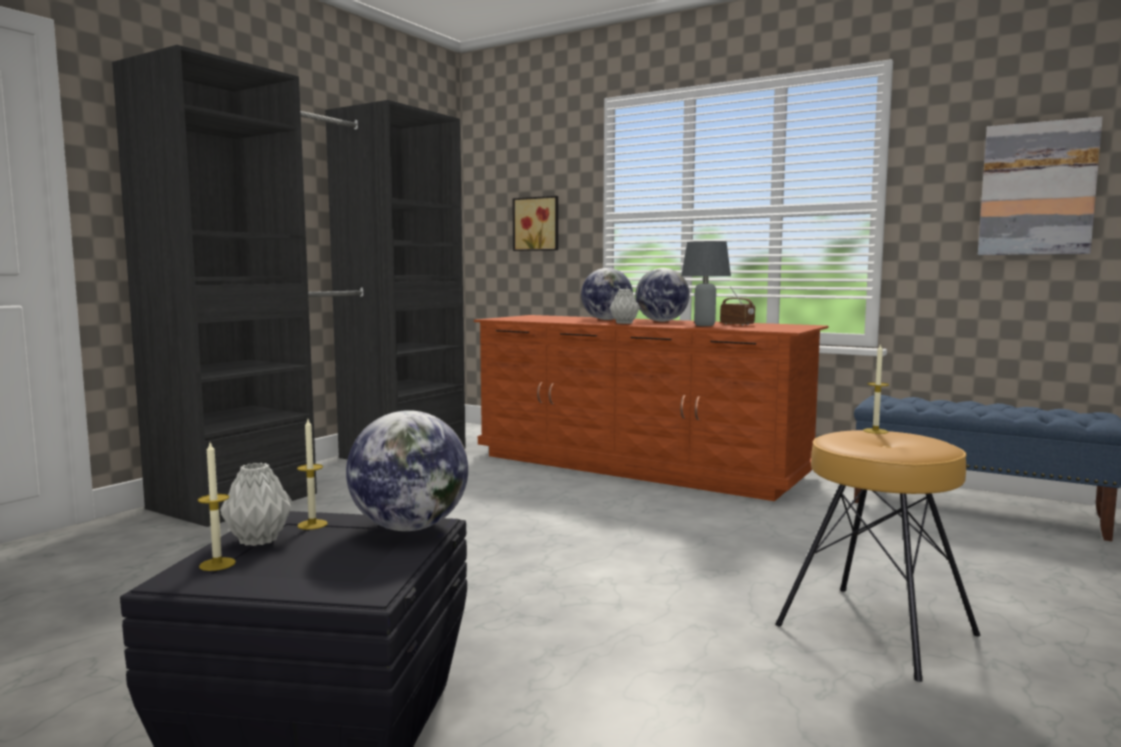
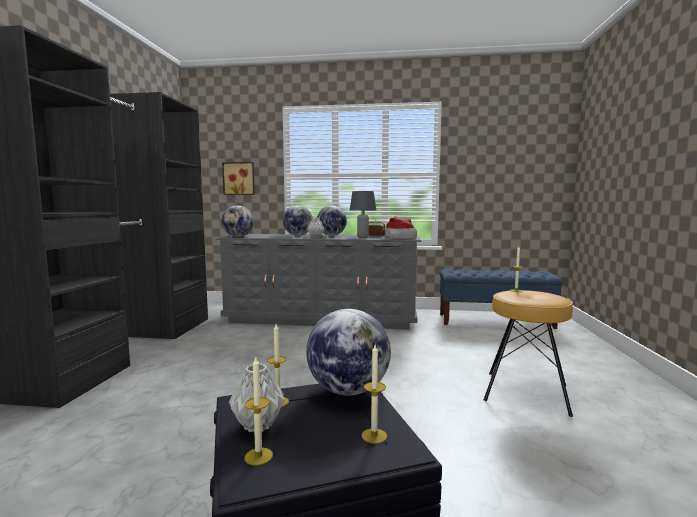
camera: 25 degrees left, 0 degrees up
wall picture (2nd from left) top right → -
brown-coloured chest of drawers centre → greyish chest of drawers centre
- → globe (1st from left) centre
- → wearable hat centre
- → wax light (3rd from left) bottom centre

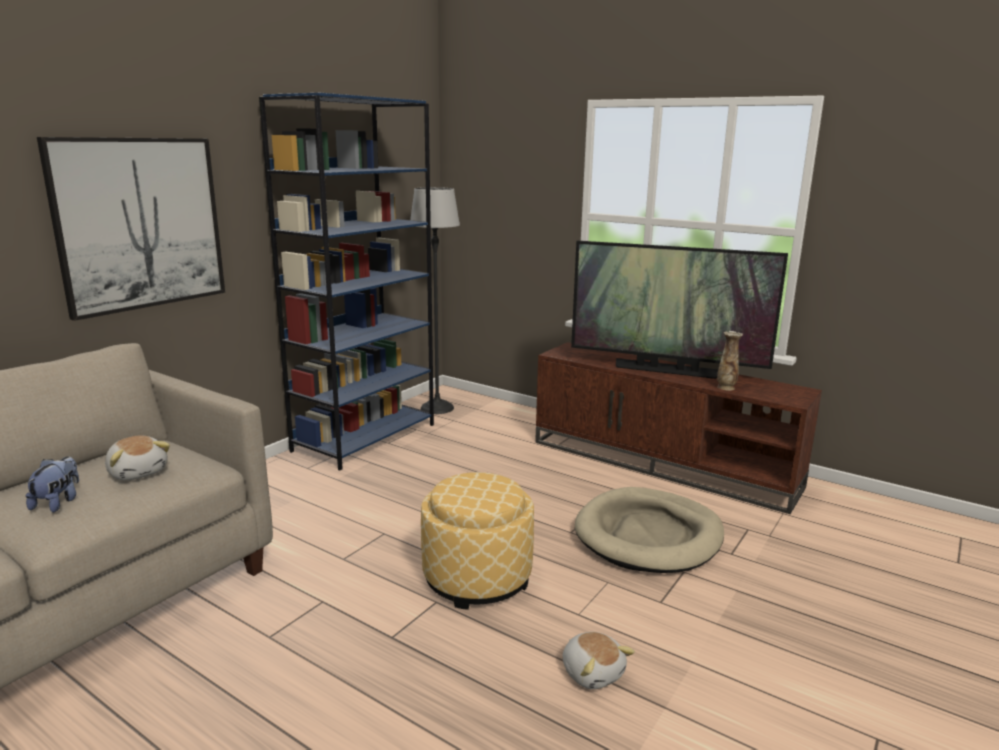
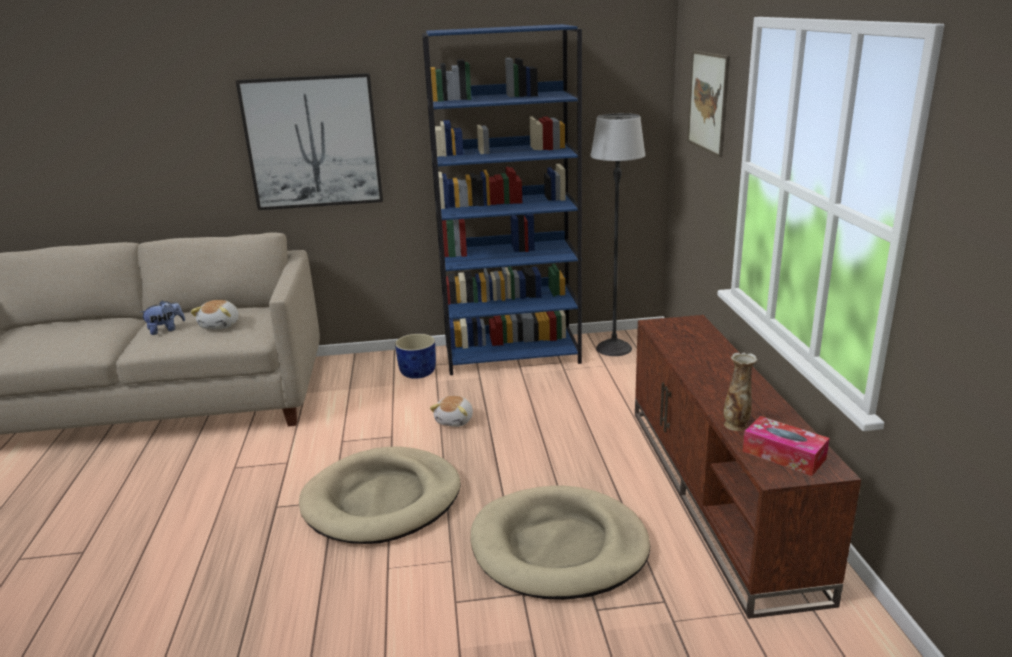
camera: 50 degrees right, 5 degrees up
television middle right → -
ottoman bottom centre → sand-coloured dog bed (1st from left) bottom centre
plush toy (3rd from left) bottom centre → plush toy (3rd from left) centre, move
- → wall picture (2nd from left) top right
- → bluish plant pot centre
- → tissue box bottom right

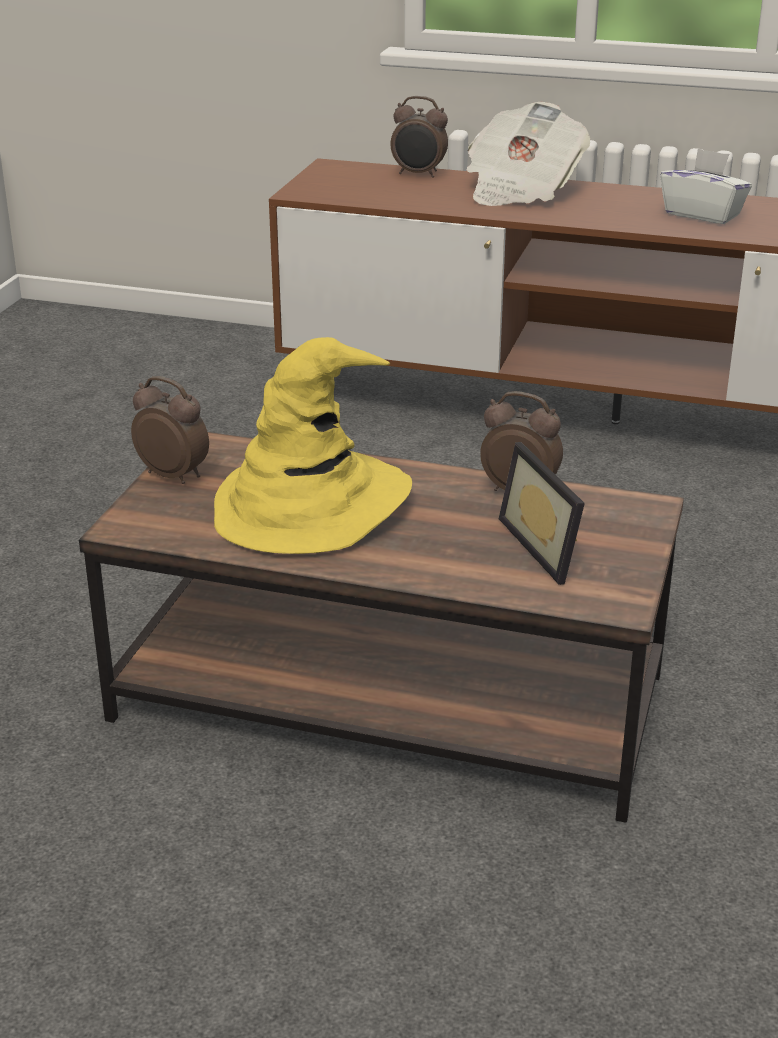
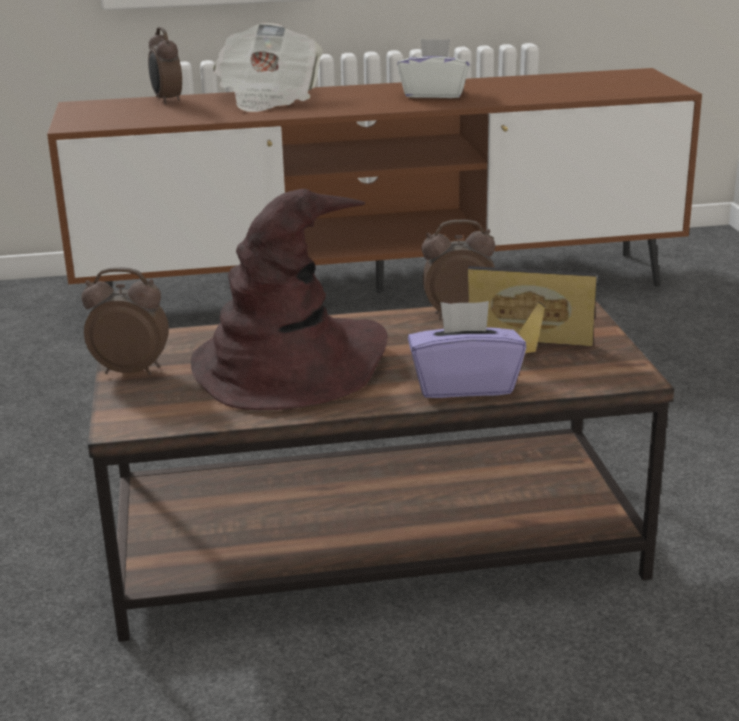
camera: 25 degrees left, 5 degrees down
table clock (2nd from left) top centre → table clock (2nd from left) top left, 75 degrees clockwise
yellow wearable hat centre → brown-coloured wearable hat centre
picture frame middle right, 150 degrees clockwise
- → purple-coloured tissue box centre

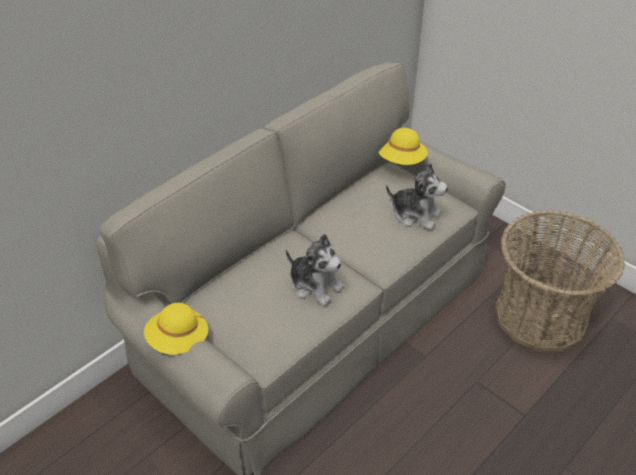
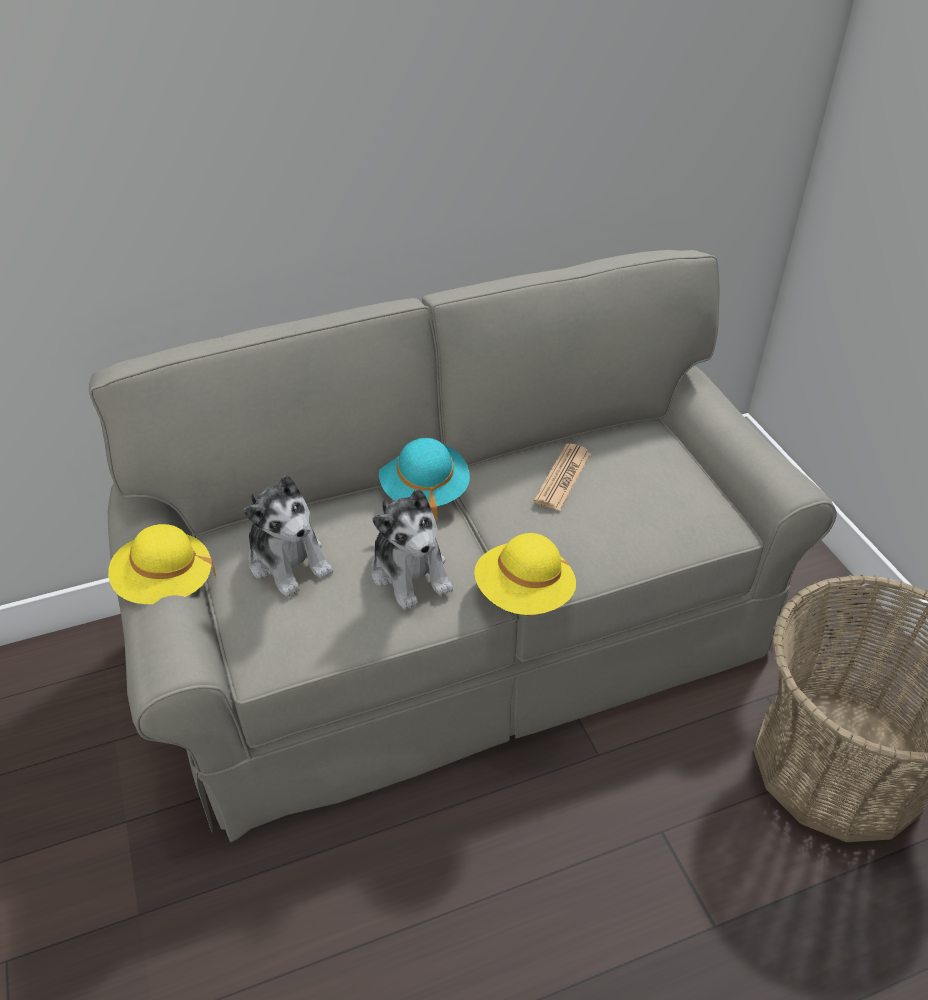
camera: 25 degrees right, 0 degrees up
yellow wearable hat (2nd from left) top centre → yellow wearable hat (2nd from left) centre, move
plush toy (2nd from left in the first image) centre → plush toy (1st from left) middle left, move
- → blue-green wearable hat centre
- → daily paper centre

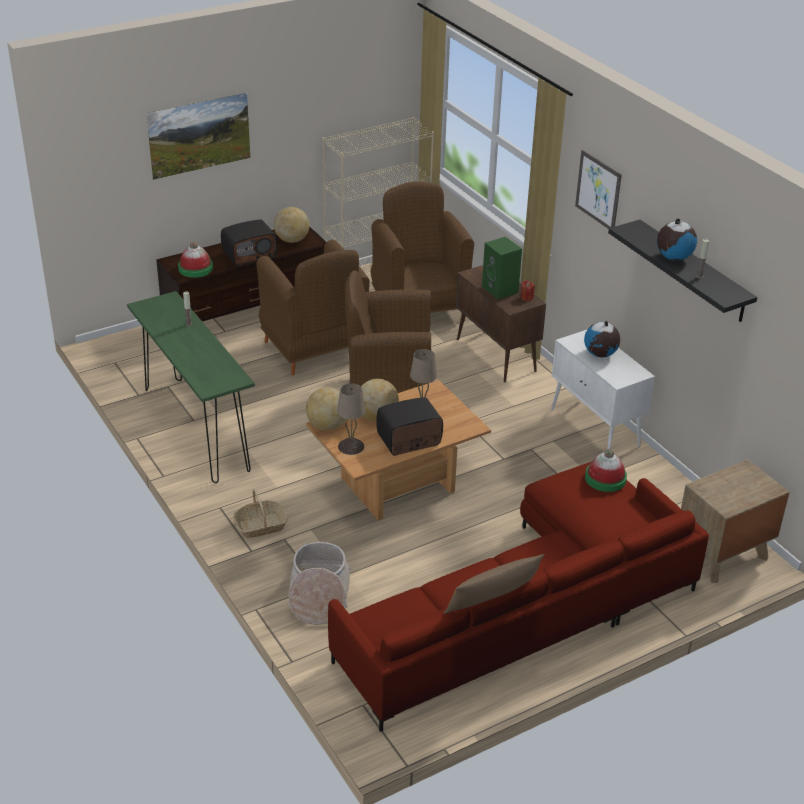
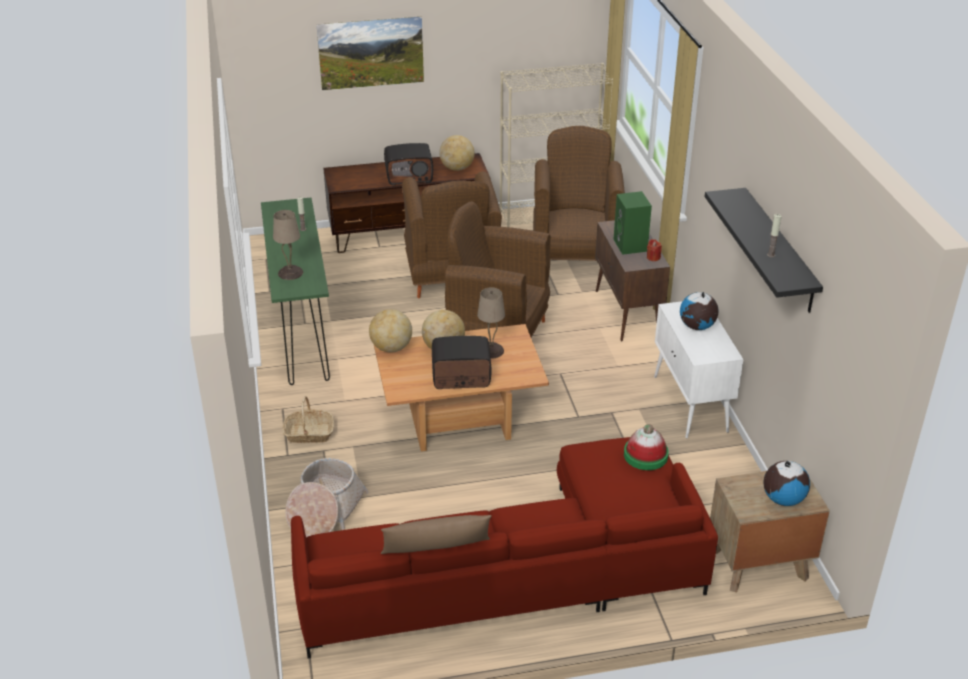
camera: 20 degrees right, 0 degrees up
wall picture (2nd from left) top right → -
globe (5th from left) top right → globe (5th from left) bottom right, move
wearable hat (1st from left) top left → -
sand-coloured tabletop lamp (1st from left) centre → sand-coloured tabletop lamp (1st from left) middle left, move

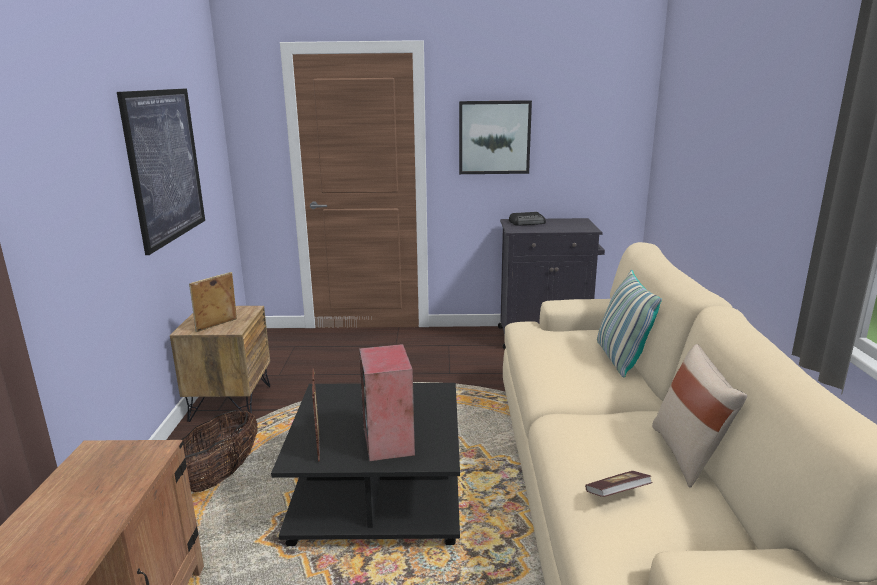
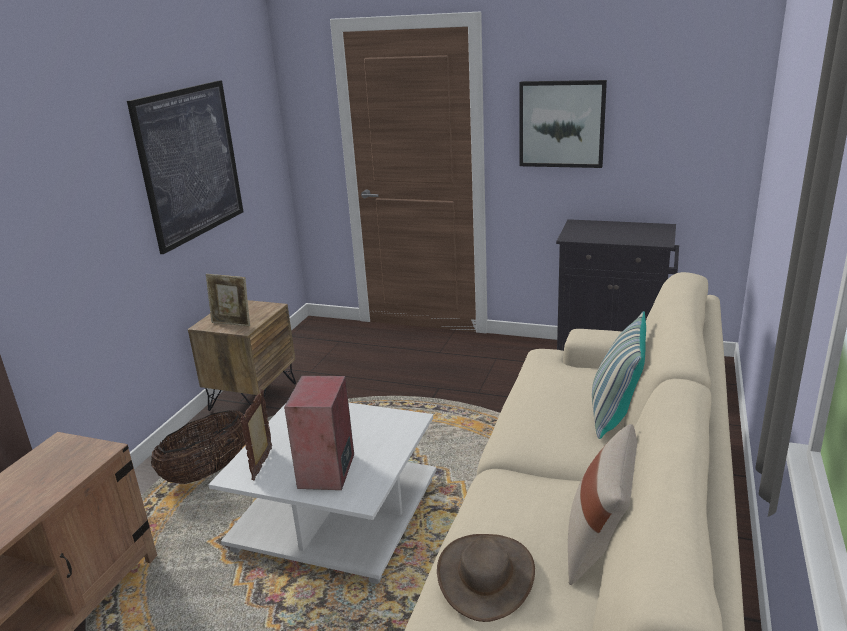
camera: 20 degrees right, 5 degrees up
radio set centre → -
picture frame (1st from left) middle left, 135 degrees counterclockwise
black coffee table bottom centre → whitish coffee table bottom centre
volume bottom right → brown-coloured wearable hat bottom centre

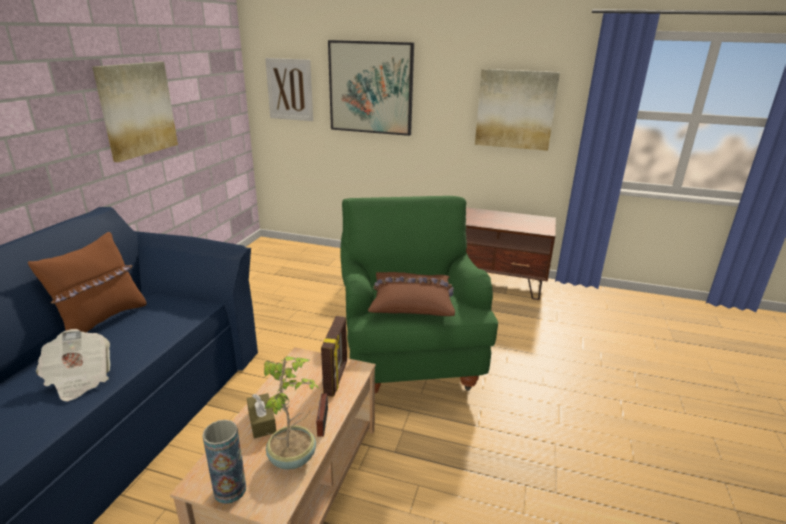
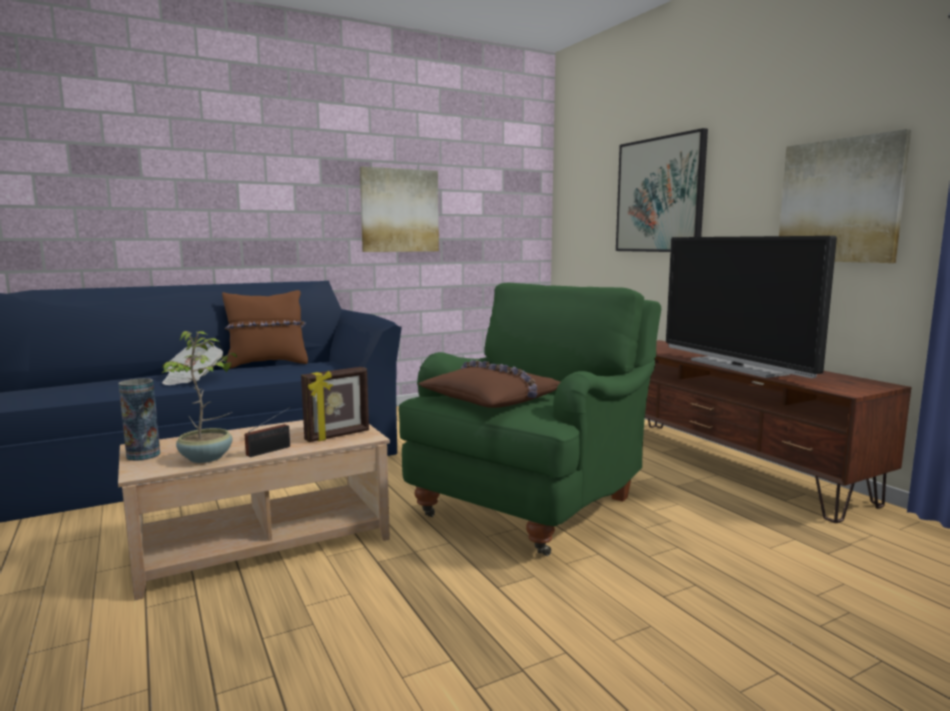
camera: 45 degrees right, 15 degrees down
wall picture (2nd from left) top centre → -
brown-coloured tissue box bottom left → -
- → television middle right

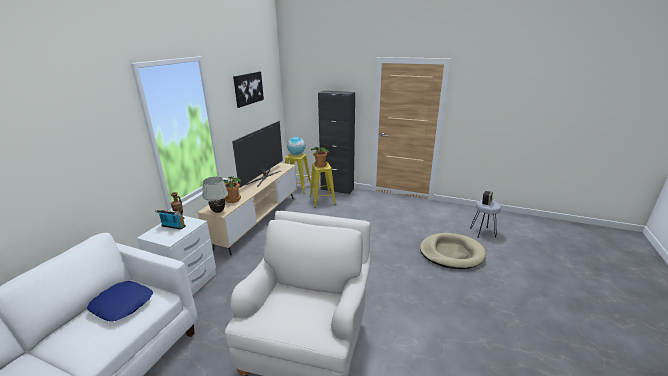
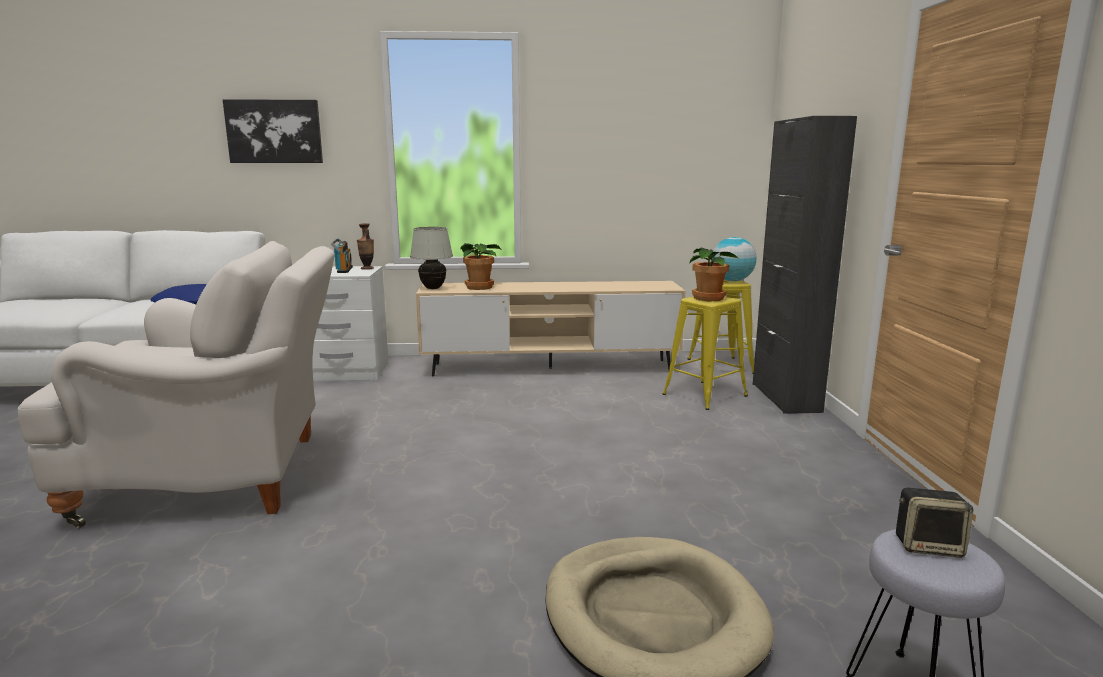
camera: 65 degrees right, 10 degrees down
wall picture top centre → wall picture top left, move
television centre → -

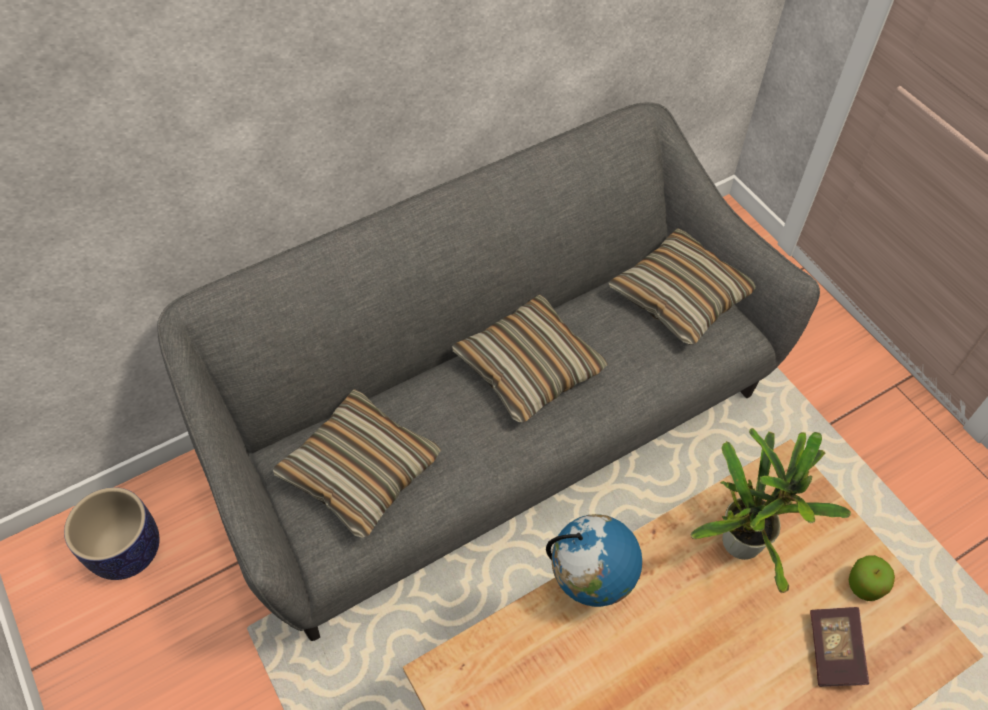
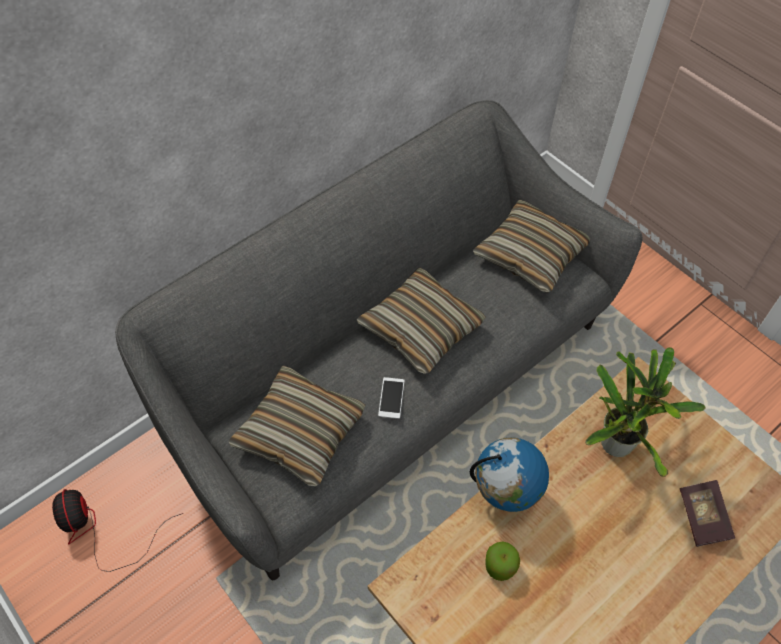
camera: 10 degrees left, 0 degrees up
plant pot bottom left → cooling fan bottom left
apple bottom right → apple bottom centre, move
- → handset centre

